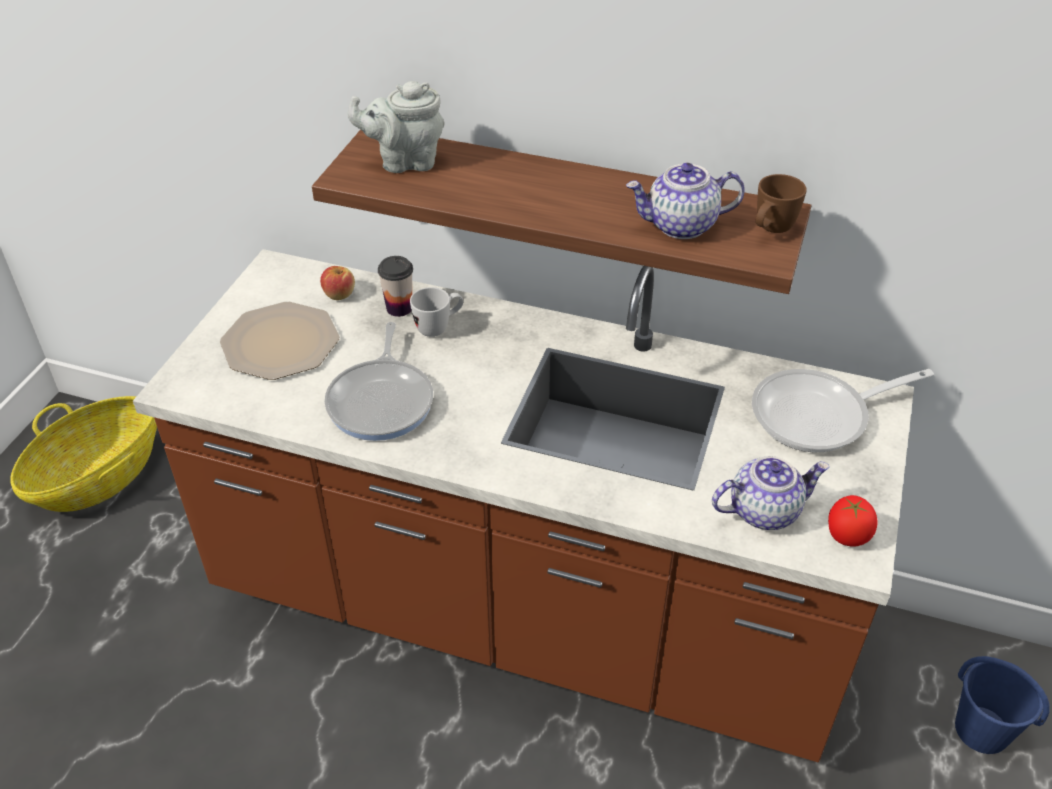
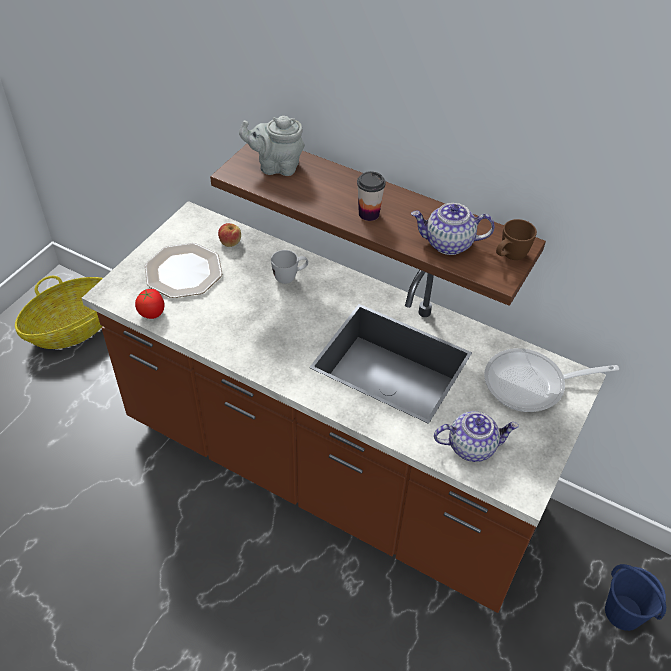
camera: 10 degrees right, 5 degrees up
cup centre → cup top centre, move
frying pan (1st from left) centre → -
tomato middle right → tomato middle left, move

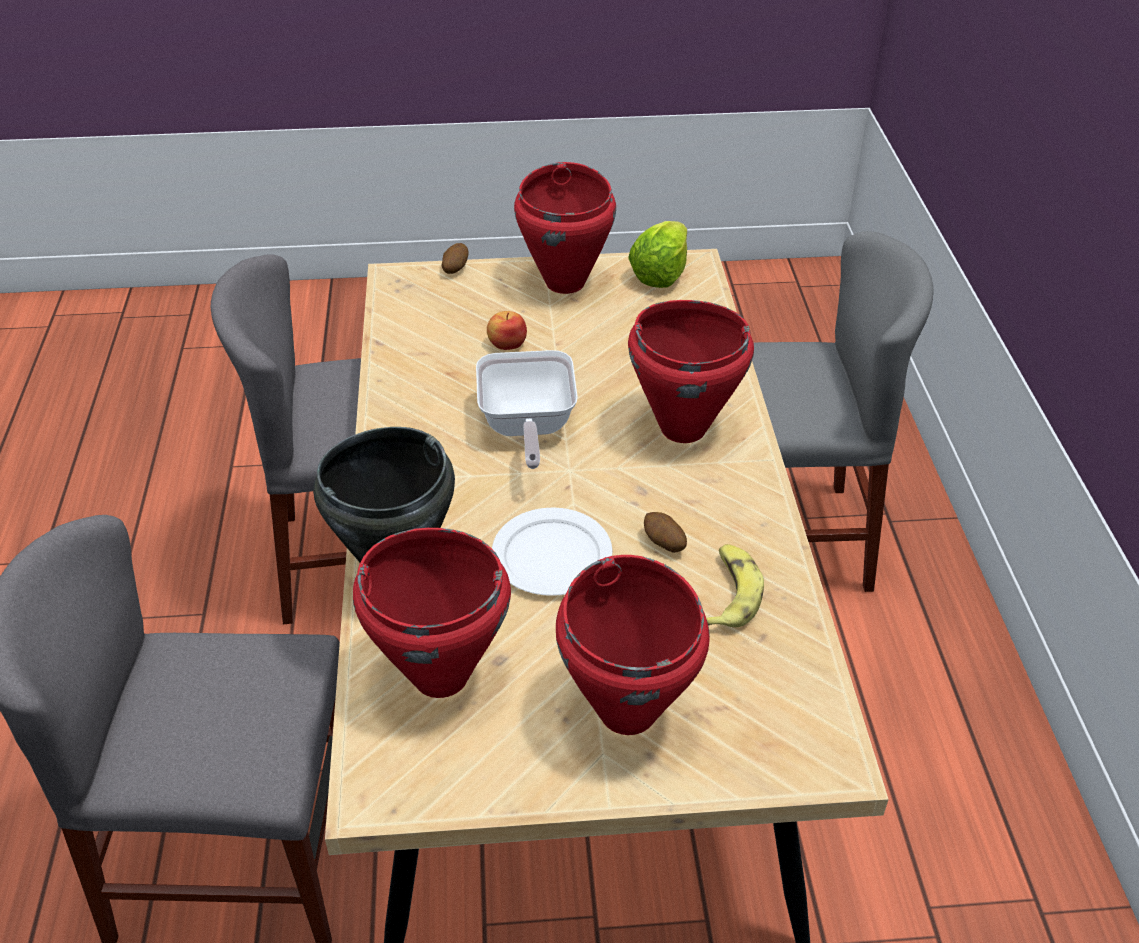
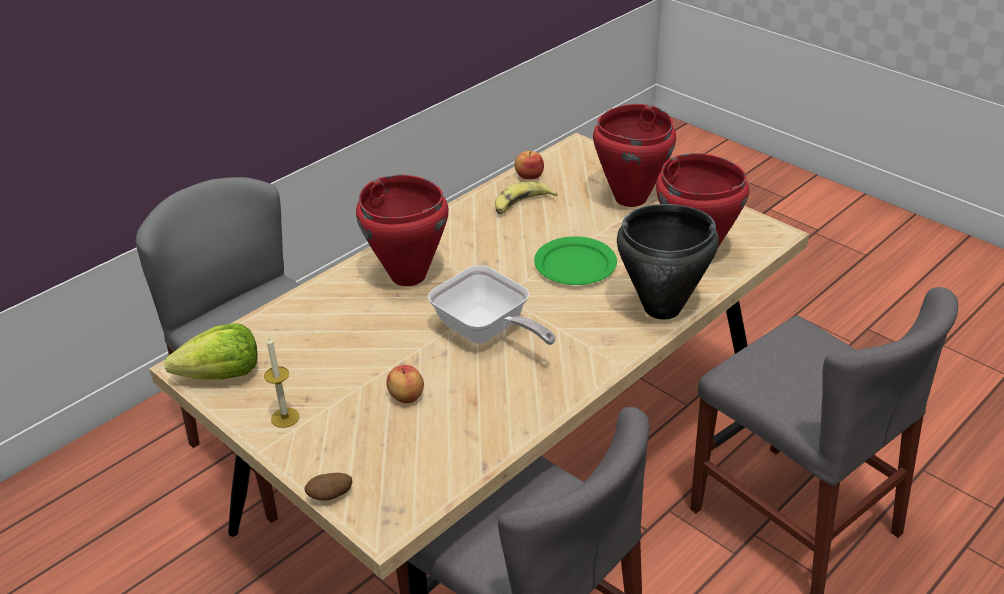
camera: 130 degrees left, 5 degrees down
reddish saucepot (2nd from left) top centre → wax light middle left
frying pan centre, 90 degrees clockwise
whitish flat dish centre → greenish flat dish centre
potato (2nd from left) centre → -
- → apple (2nd from left) top centre

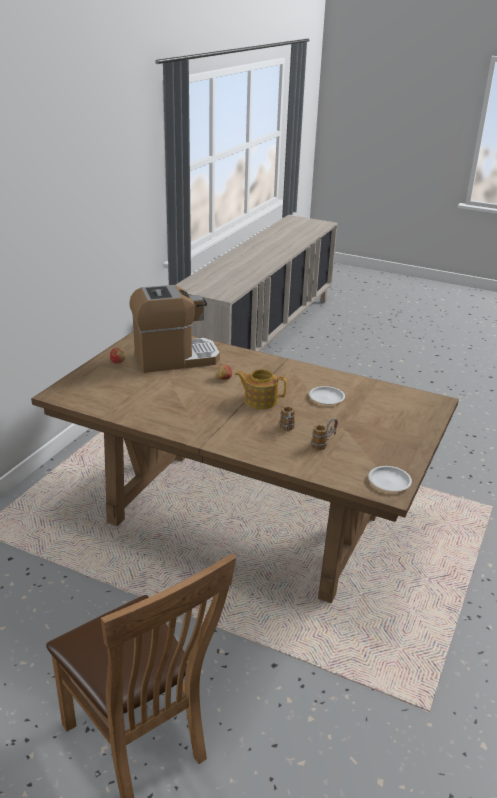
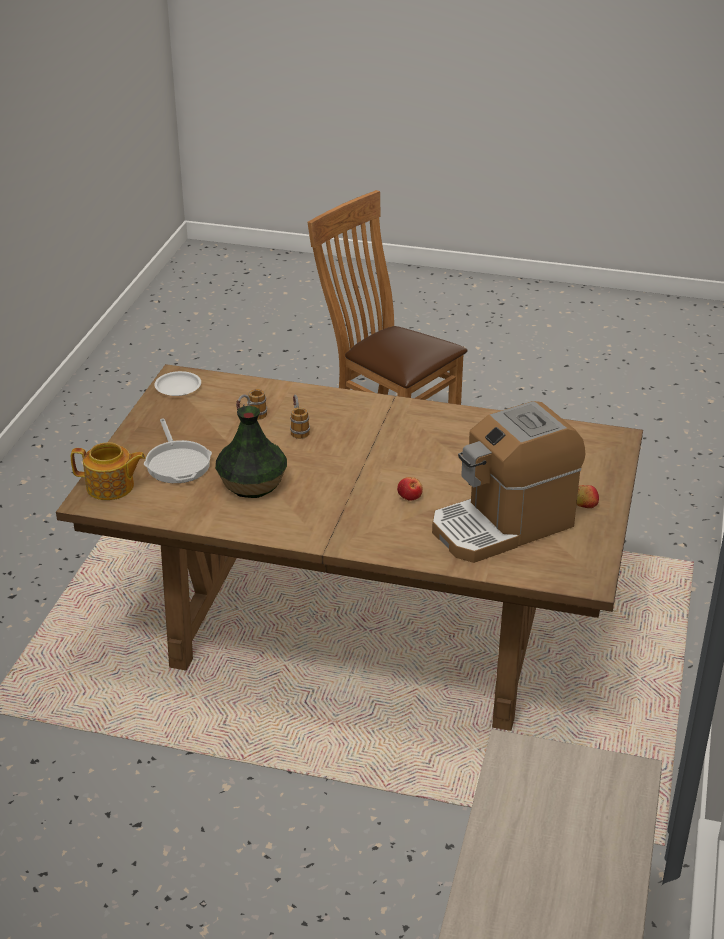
camera: 170 degrees right, 5 degrees up
pot for tea centre → pot for tea middle left, move
whitish flat dish (1st from left) centre → flower vase centre
- → frying pan middle left

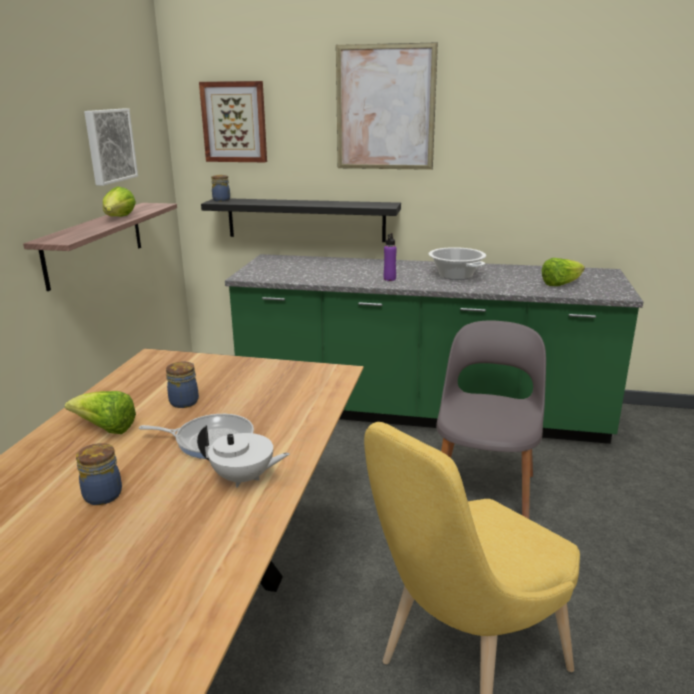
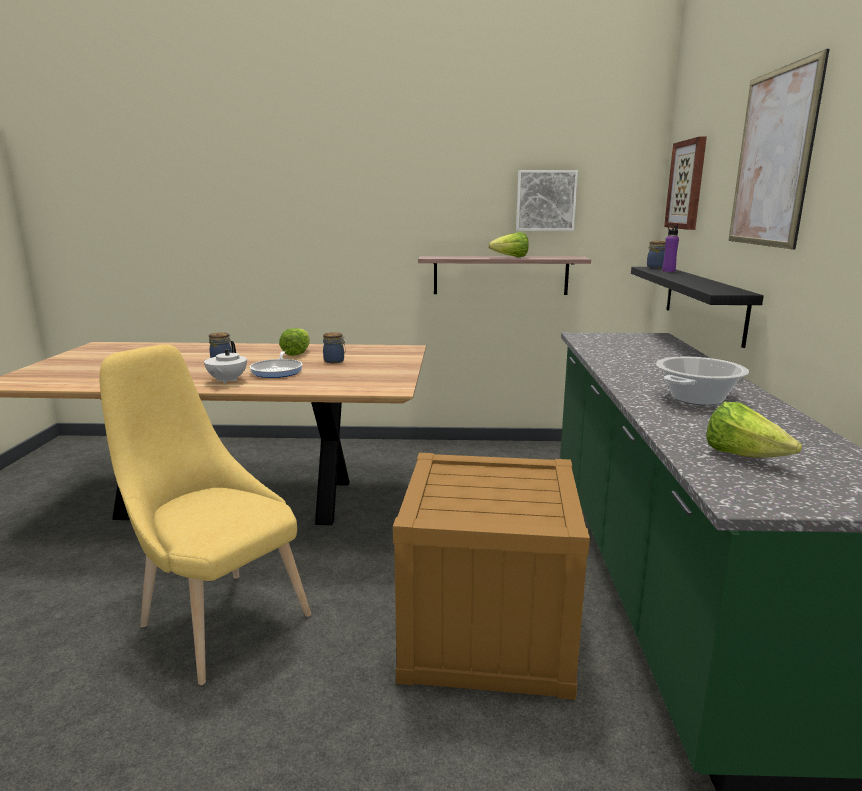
camera: 80 degrees right, 5 degrees down
purple-coloured drink bottle centre → purple-coloured drink bottle top right, move
greyish chair middle right → packing crate bottom centre

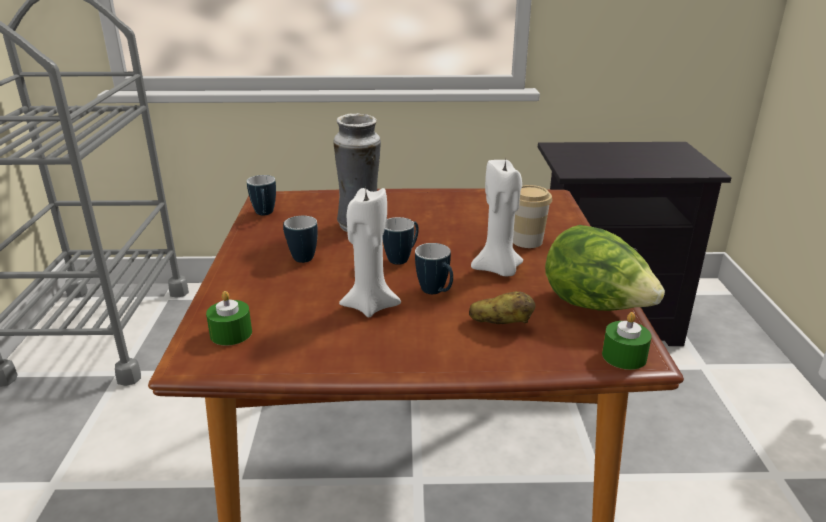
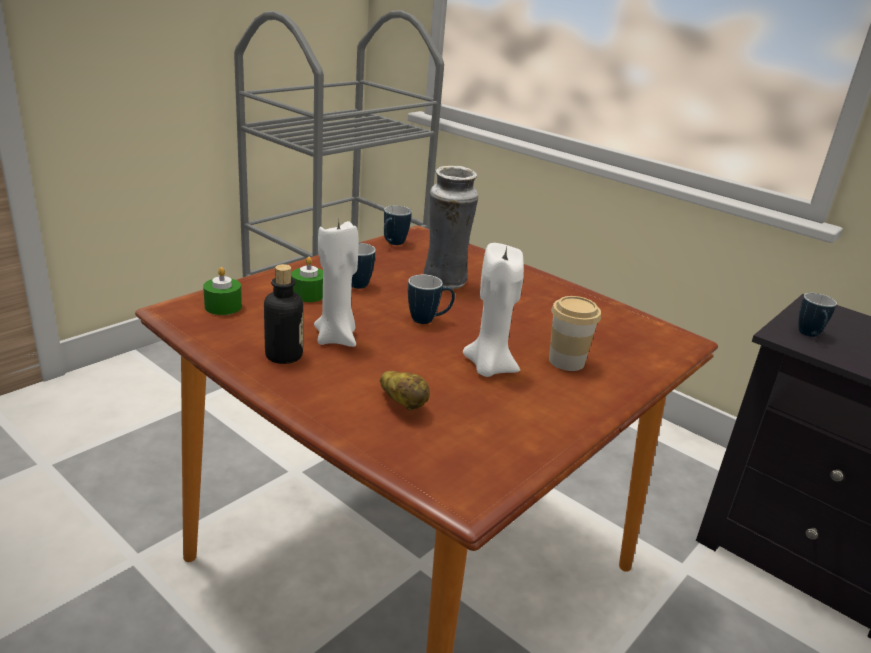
camera: 40 degrees right, 0 degrees up
lettuce middle right → -
coffee mug (4th from left) centre → coffee mug (4th from left) middle right, move
greenish wax light (2nd from left) middle right → greenish wax light (2nd from left) centre, move
- → drink bottle middle left

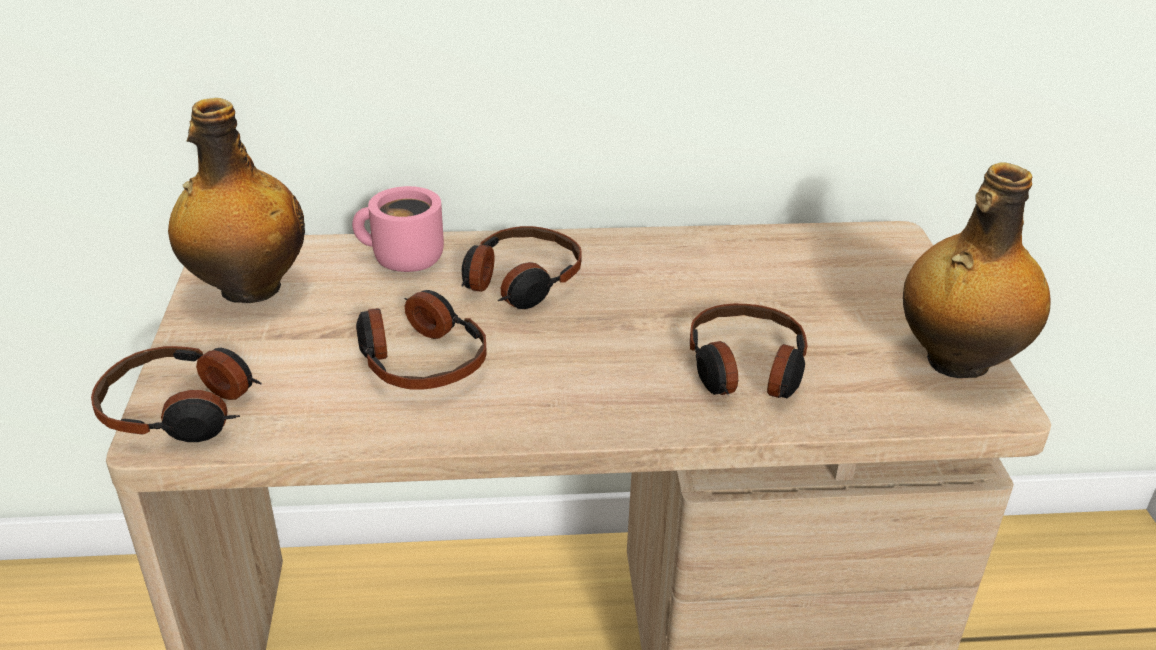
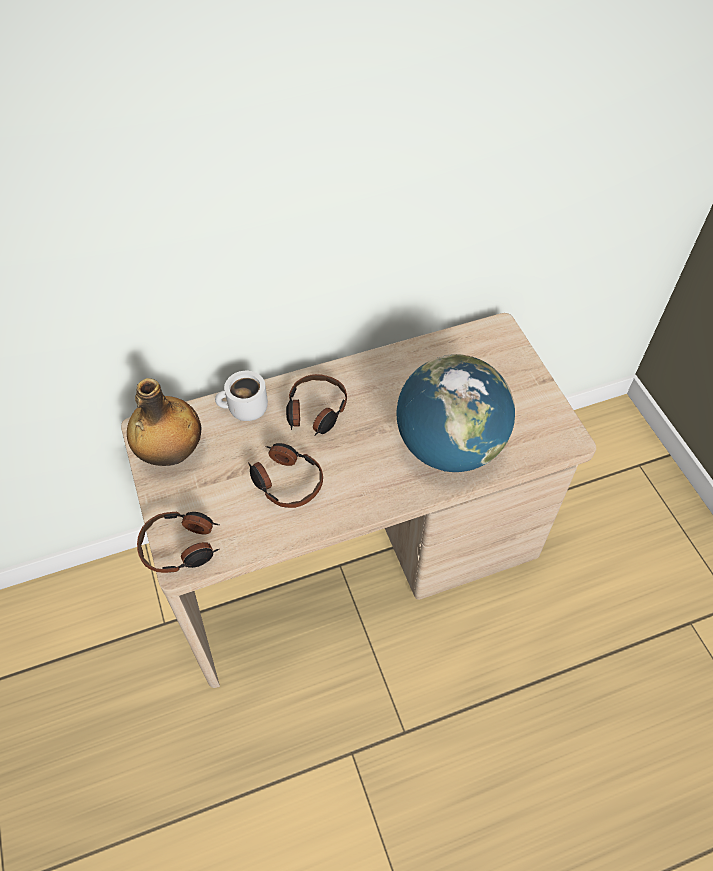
camera: 15 degrees left, 20 degrees up
drink bottle (2nd from left) middle right → -
pink coffee mug centre → whitish coffee mug centre
headset (4th from left) centre → globe centre

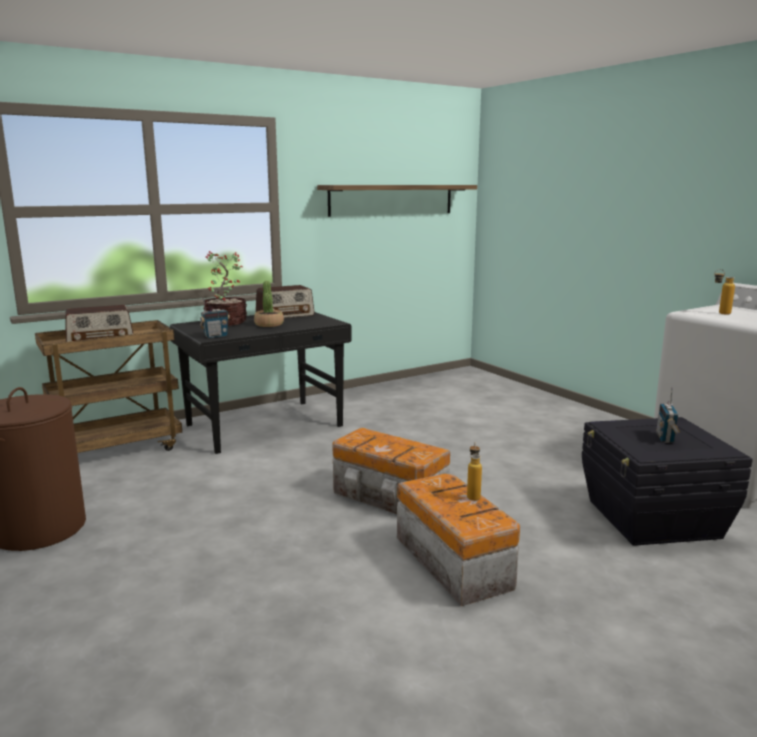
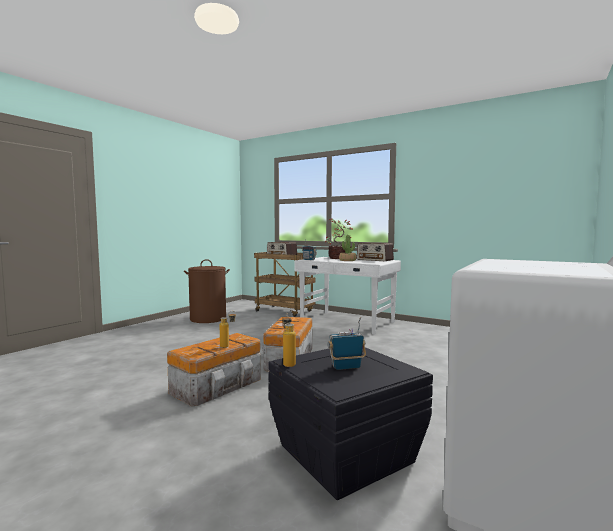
camera: 65 degrees right, 10 degrees down
bracket shelf top centre → -
drink bottle (2nd from left) middle right → drink bottle (2nd from left) centre, move
black desk centre → whitish desk centre

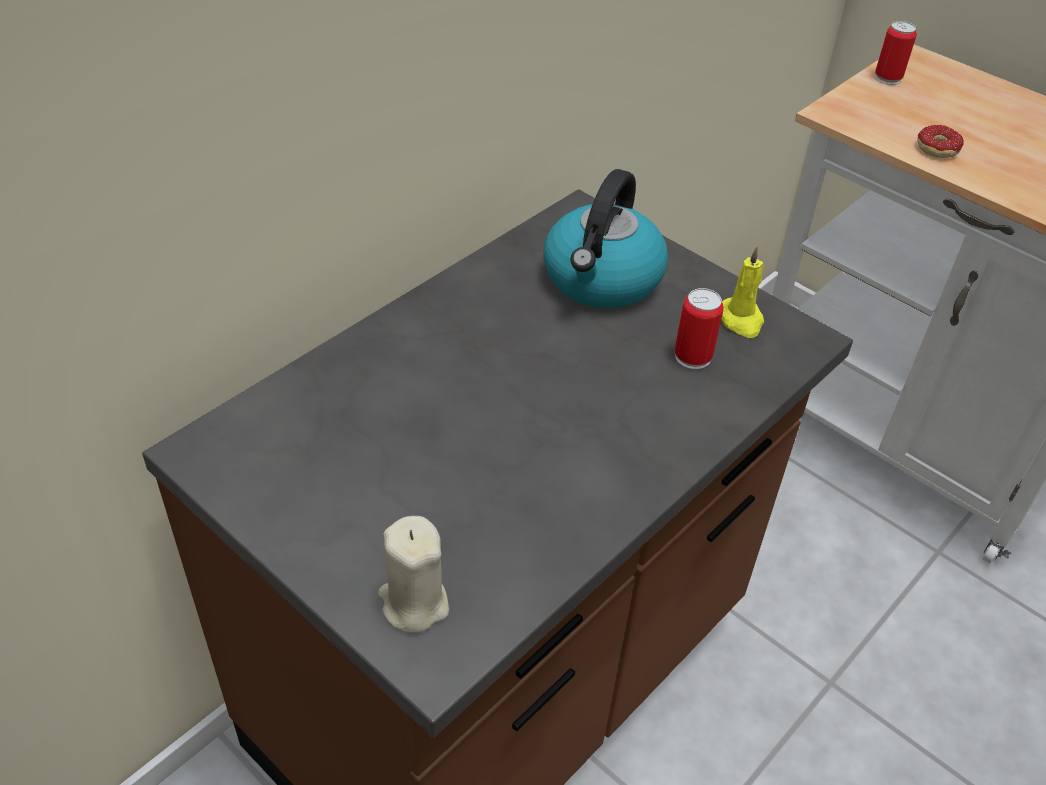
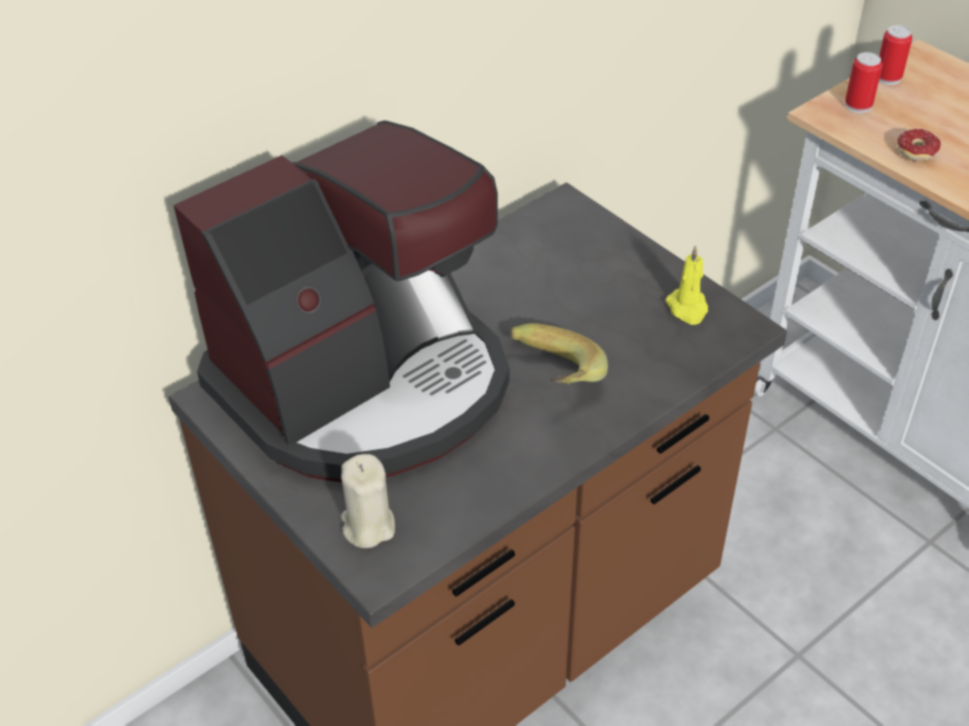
camera: 10 degrees right, 0 degrees up
tea kettle top centre → -
sealed can (1st from left) middle right → sealed can (1st from left) top right, move
- → coffee machine centre
- → whole banana centre

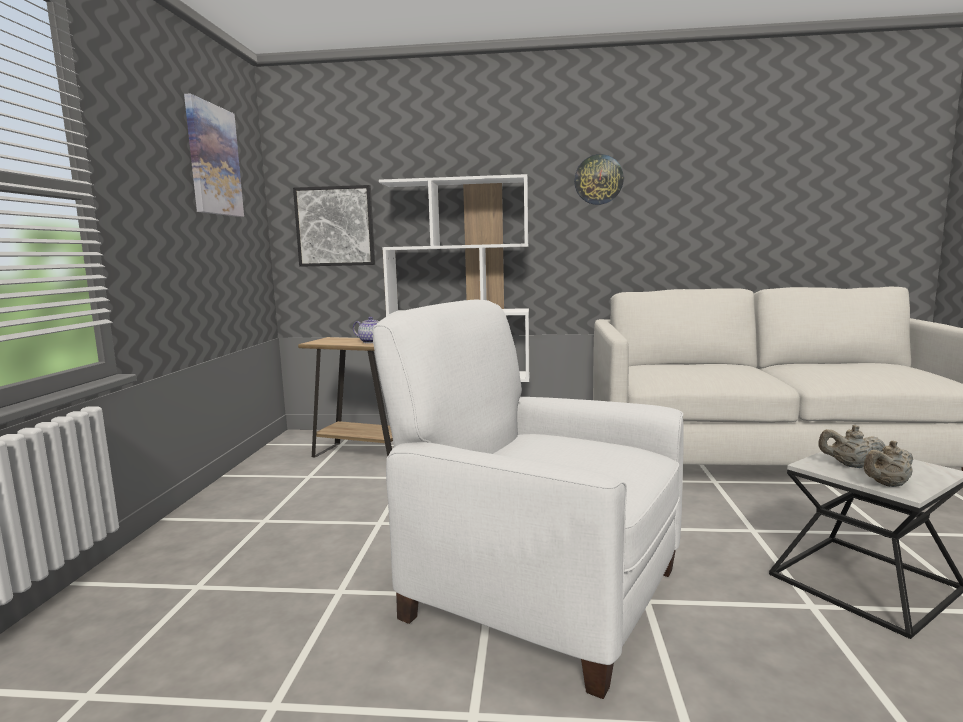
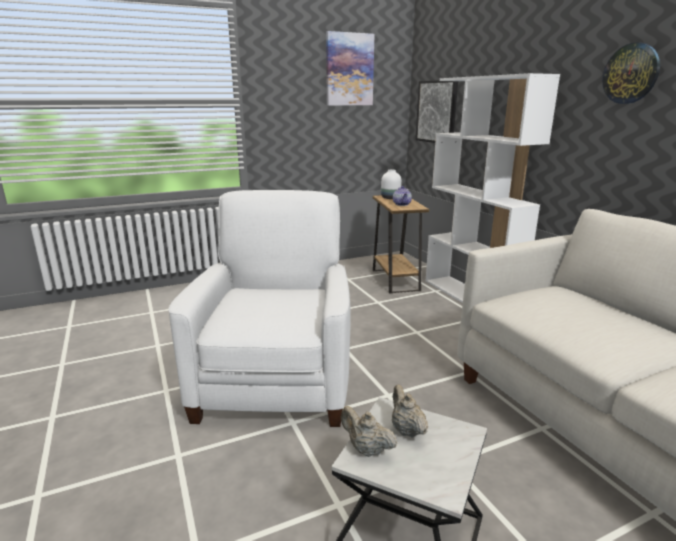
camera: 60 degrees right, 10 degrees up
- → whitish flower vase centre

